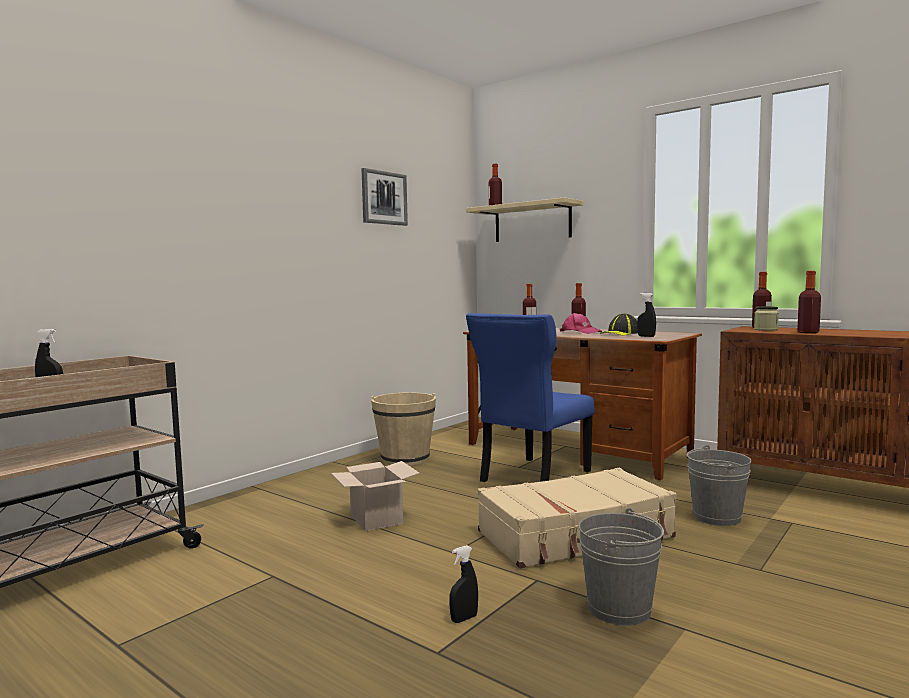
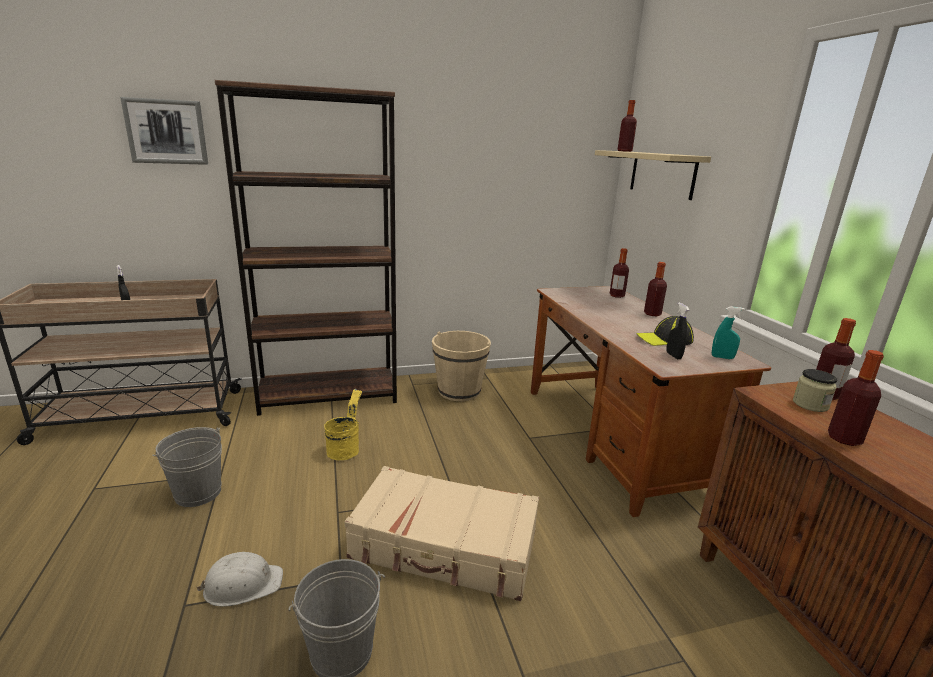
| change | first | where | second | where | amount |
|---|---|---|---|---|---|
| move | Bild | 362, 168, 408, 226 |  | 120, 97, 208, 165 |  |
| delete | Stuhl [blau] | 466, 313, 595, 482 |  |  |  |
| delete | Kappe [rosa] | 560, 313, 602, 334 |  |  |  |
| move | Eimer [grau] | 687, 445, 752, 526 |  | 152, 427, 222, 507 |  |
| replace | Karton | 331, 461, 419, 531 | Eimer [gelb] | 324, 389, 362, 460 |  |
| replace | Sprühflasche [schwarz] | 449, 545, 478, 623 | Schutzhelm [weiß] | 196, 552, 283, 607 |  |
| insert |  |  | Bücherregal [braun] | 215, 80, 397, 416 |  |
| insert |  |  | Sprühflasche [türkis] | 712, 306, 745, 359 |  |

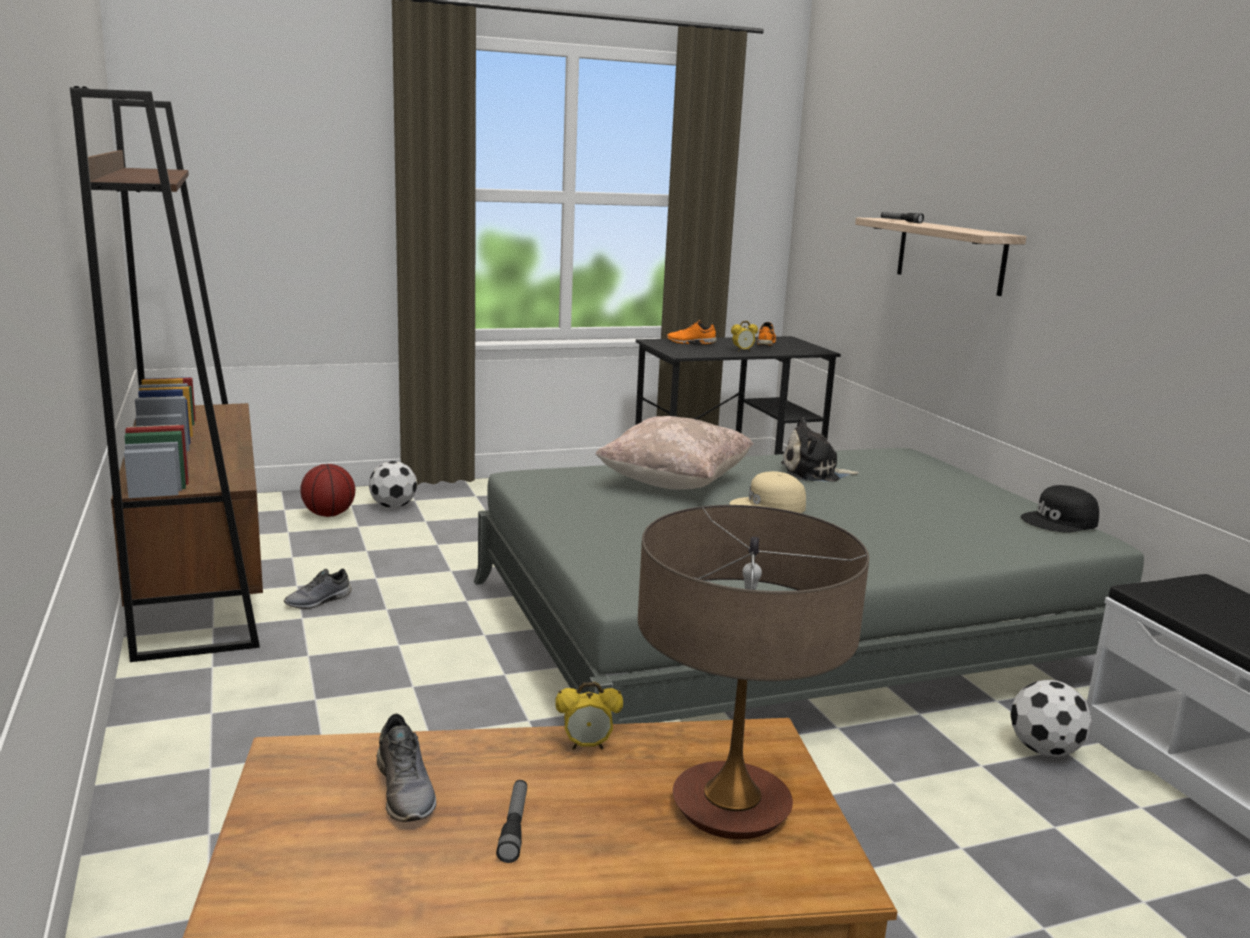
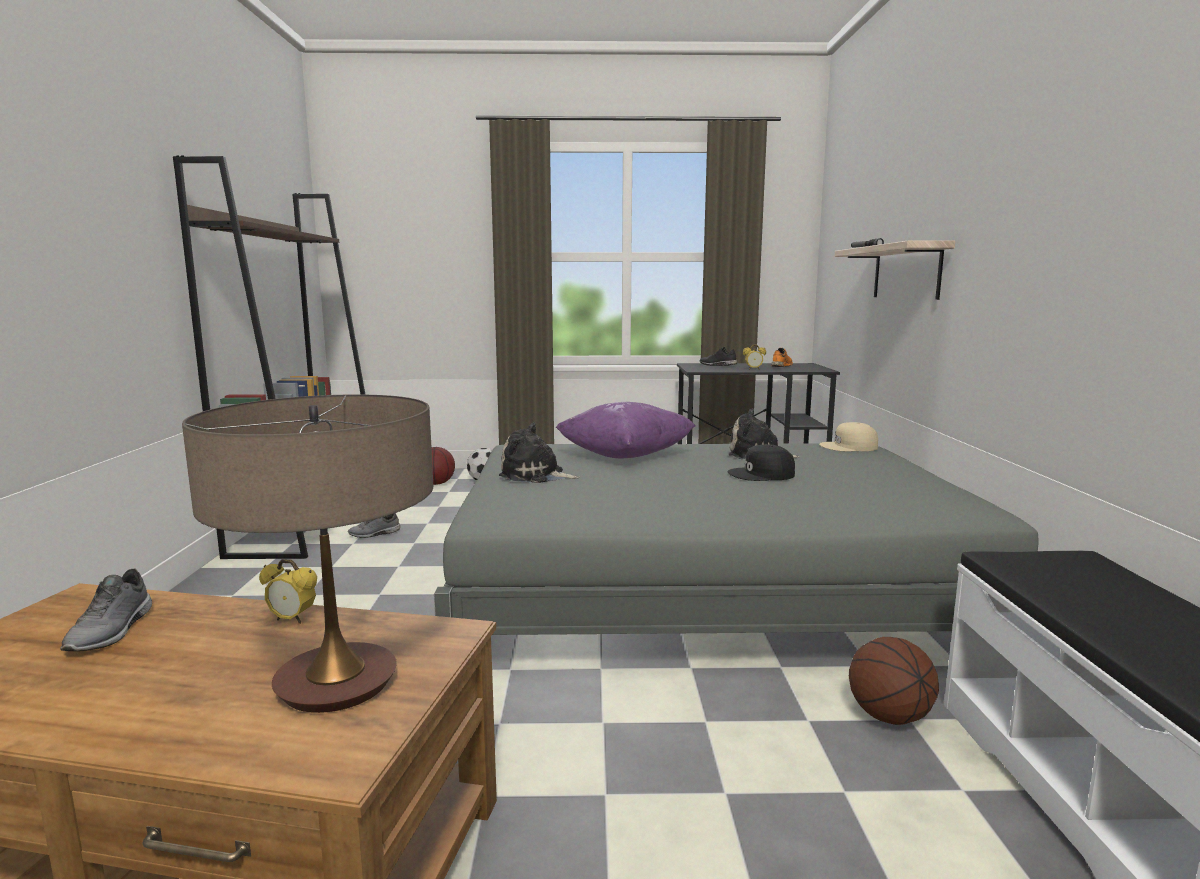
| change | first | where | second | where | amount |
|---|---|---|---|---|---|
| recolor | Schuh [orange] | 667, 320, 717, 345 | Schuh [schwarz] | 700, 347, 737, 366 |  |
| recolor | Kissen [beige] | 595, 416, 754, 489 | Kissen [lila] | 556, 402, 696, 458 |  |
| move | Kappe [beige] | 730, 471, 806, 513 |  | 819, 422, 878, 451 |  |
| move | Kappe [schwarz] | 1020, 485, 1099, 532 |  | 728, 444, 795, 481 |  |
| replace | Fußball | 1010, 680, 1092, 757 | Basketball | 849, 637, 939, 725 |  |
| delete | Taschenlampe | 496, 780, 527, 863 |  |  |  |
| insert |  |  | Plüschtier | 499, 423, 579, 483 |  |

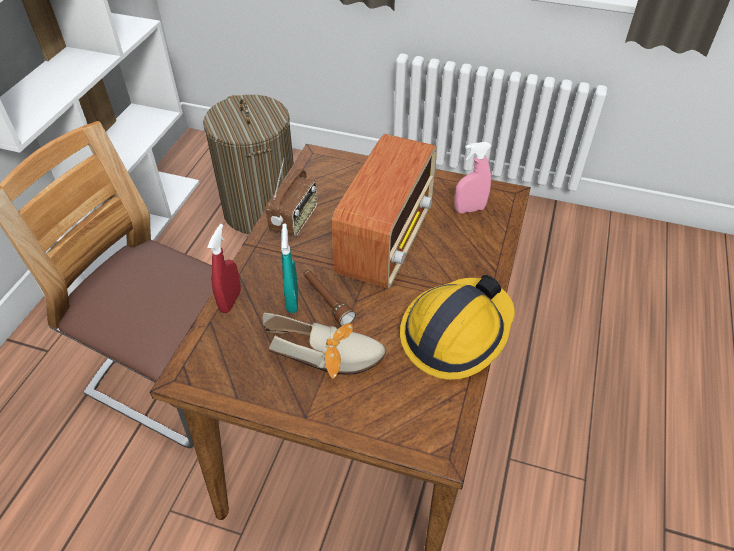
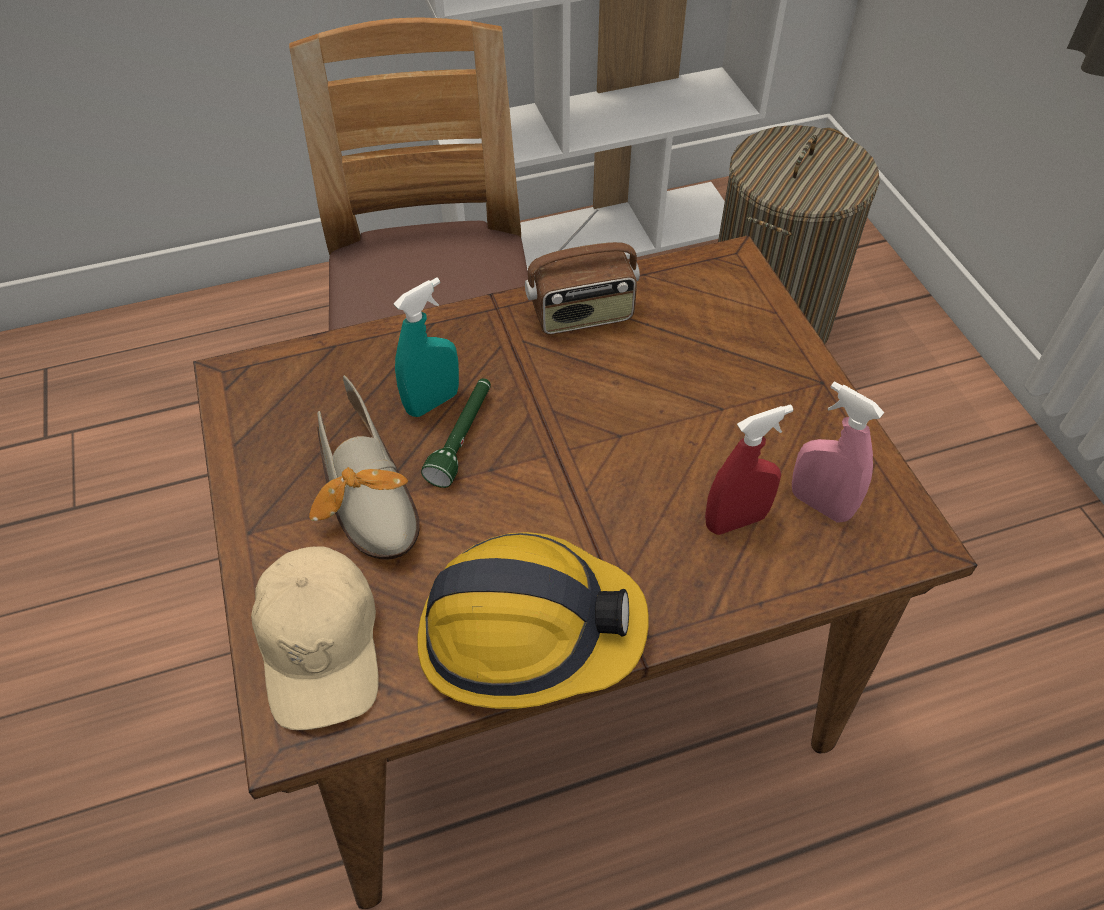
| change | first | where | second | where | amount |
|---|---|---|---|---|---|
| delete | Radio | 332, 134, 437, 289 |  |  |  |
| move | Sprühflasche [rot] | 207, 224, 241, 313 |  | 705, 405, 793, 535 |  |
| recolor | Taschenlampe [braun] | 304, 269, 356, 326 | Taschenlampe [grün] | 421, 378, 491, 488 |  |
| insert |  |  | Kappe [beige] | 251, 546, 378, 730 |  |

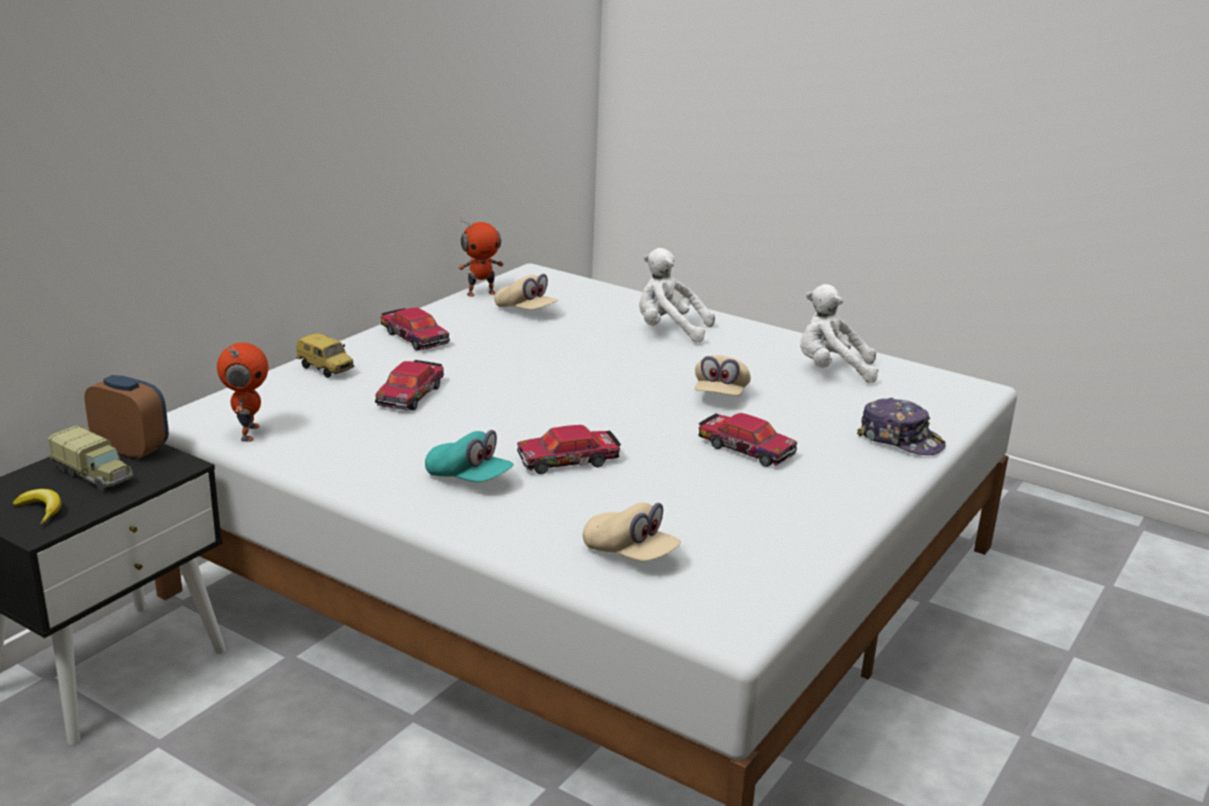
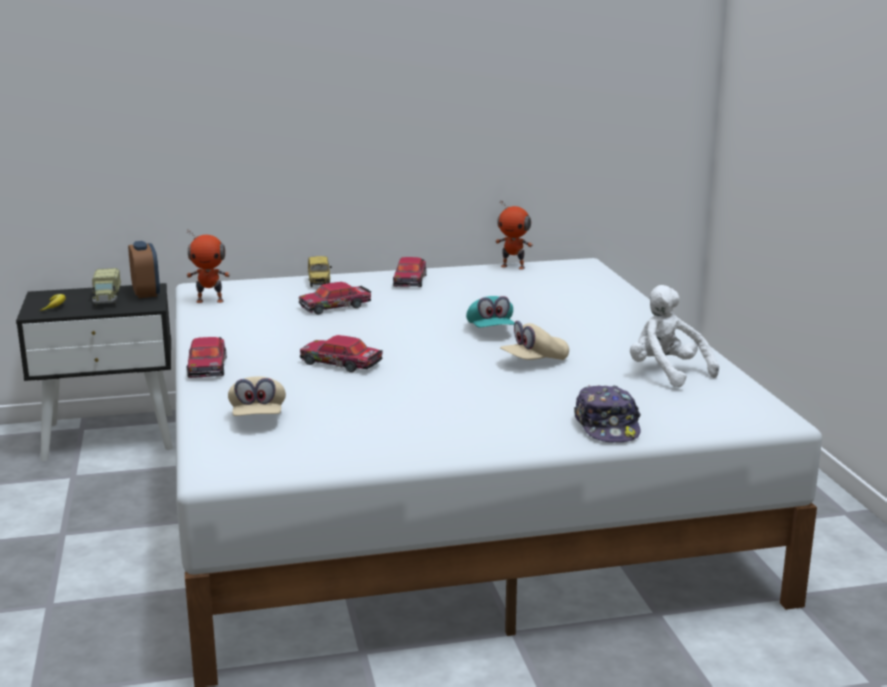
| change | first | where | second | where | amount |
|---|---|---|---|---|---|
| delete | Plüschtier [weiß] | 639, 248, 715, 342 |  |  |  |
| delete | Kappe [beige] | 494, 274, 559, 310 |  |  |  |
| rotate | Spielzeugroboter | 217, 343, 268, 442 |  | 186, 229, 230, 303 | 45 degrees clockwise |
| move | Spielzeugauto | 698, 413, 797, 467 |  | 187, 337, 227, 378 |  |
| move | Kappe [türkis] | 425, 430, 514, 482 |  | 466, 296, 514, 328 |  |

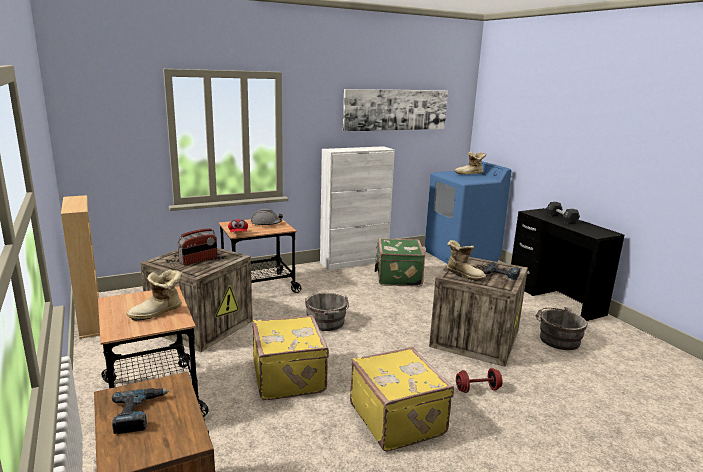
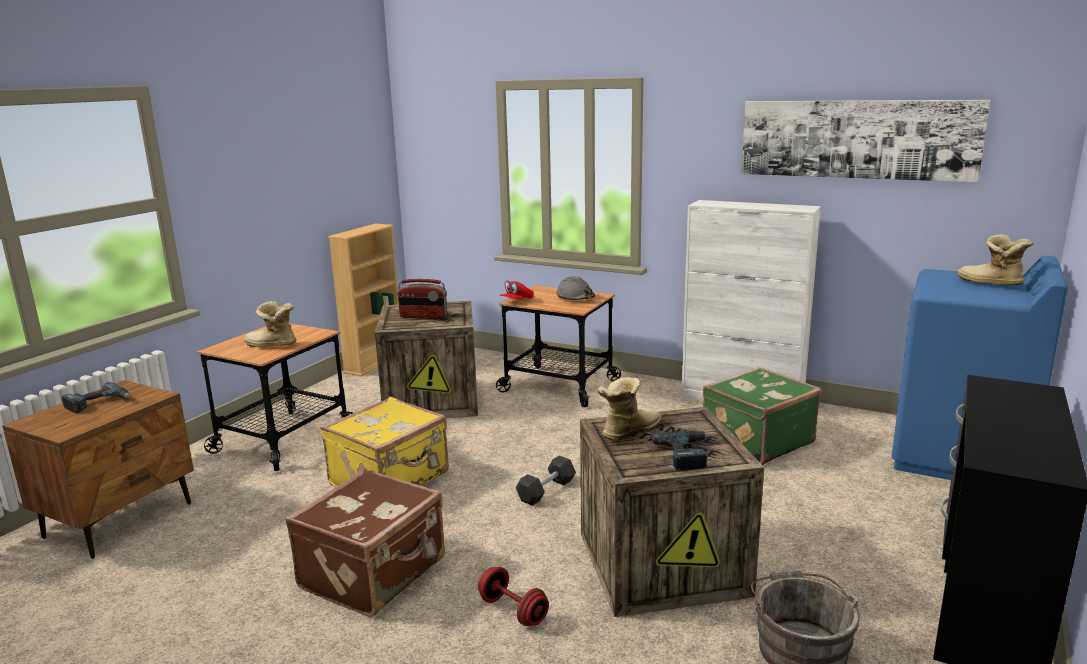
| change | first | where | second | where | amount |
|---|---|---|---|---|---|
| move | Hantel [schwarz] | 546, 202, 580, 224 |  | 515, 456, 576, 506 |  |
| rotate | Stiefel | 446, 240, 486, 281 |  | 597, 377, 661, 441 | 135 degrees counterclockwise |
| delete | Eimer [grau] | 305, 293, 349, 331 |  |  |  |
| recolor | Koffer [gelb] | 350, 347, 454, 452 | Koffer [braun] | 285, 468, 445, 617 |  |

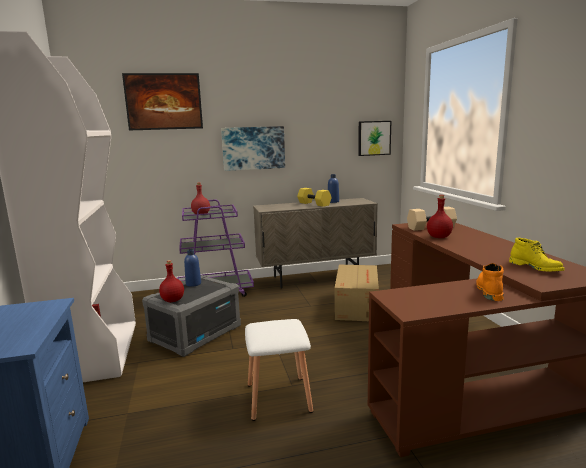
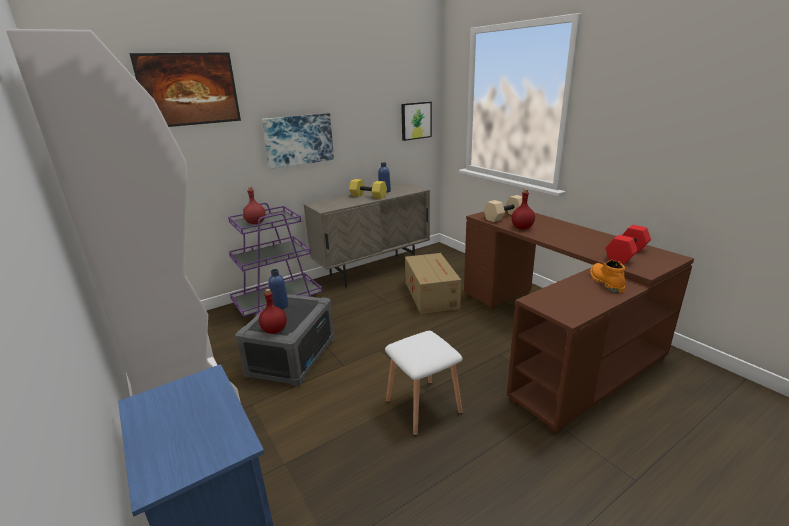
| change | first | where | second | where | amount |
|---|---|---|---|---|---|
| replace | Stiefel [gelb] | 509, 238, 565, 271 | Hantel [rot] | 605, 225, 651, 264 |  |

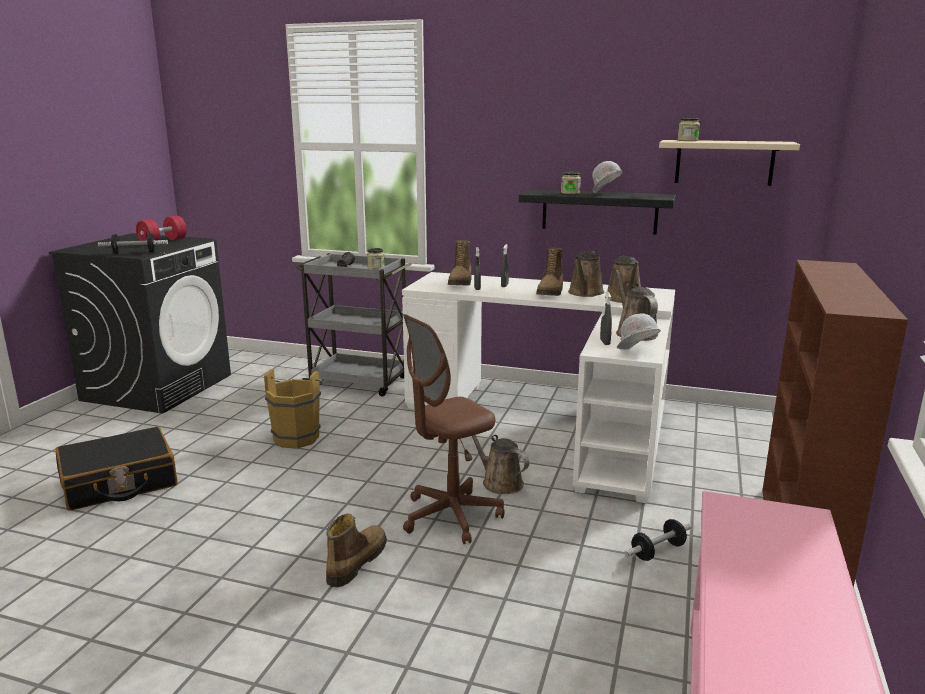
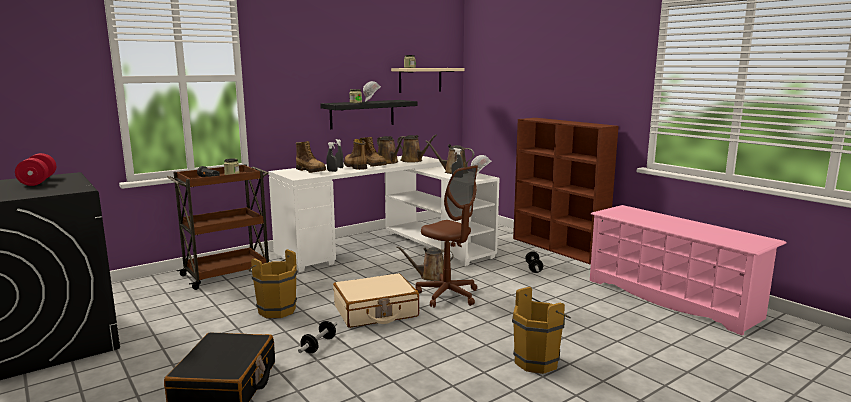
| change | first | where | second | where | amount |
|---|---|---|---|---|---|
| move | Hantel | 98, 233, 168, 254 |  | 298, 321, 337, 353 |  |
| recolor | Rollwagen [grau] | 296, 253, 412, 397 | Rollwagen [braun] | 167, 164, 269, 290 |  |
| rotate | Bürostuhl [braun] | 403, 314, 505, 544 |  | 416, 165, 478, 308 | 45 degrees counterclockwise |
| move | Stiefel | 326, 514, 387, 587 |  | 344, 139, 367, 170 |  |
| insert |  |  | Koffer [beige] | 333, 273, 419, 328 |  |
| insert |  |  | Eimer [braun] | 512, 287, 571, 374 |  |

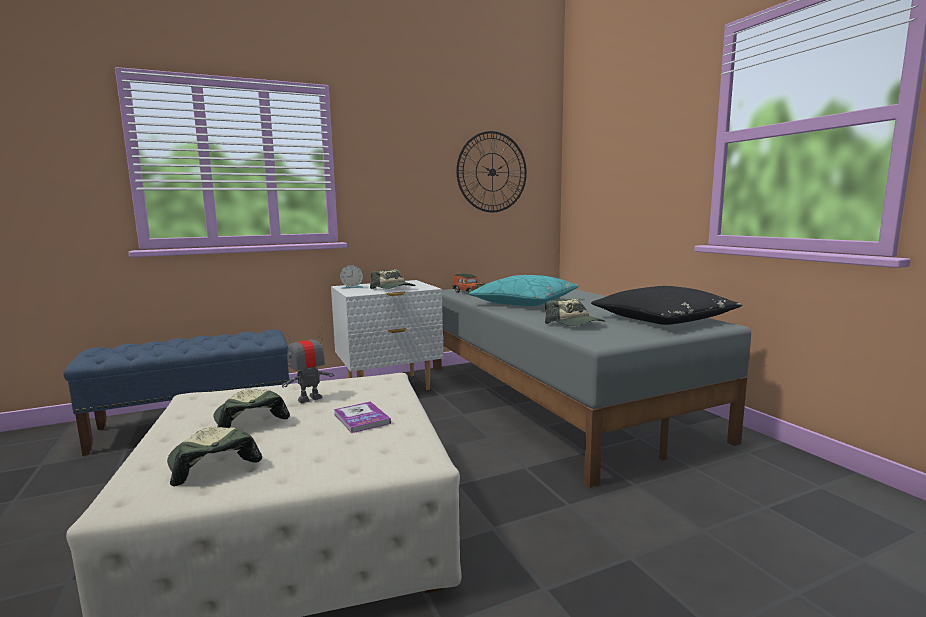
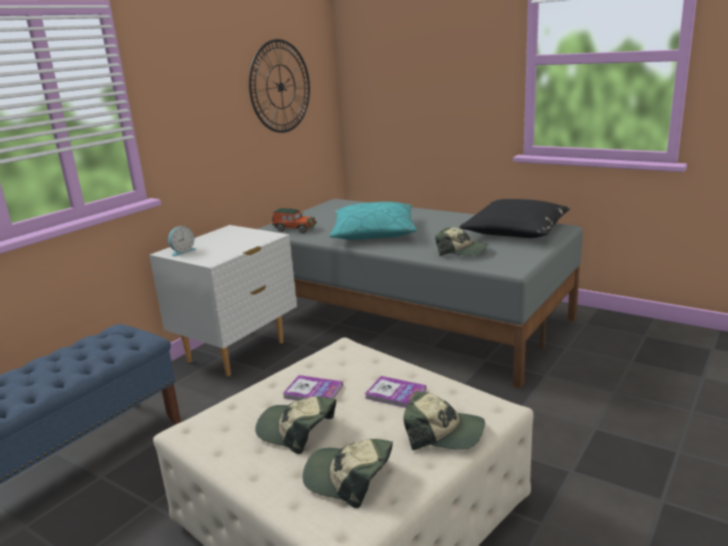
| change | first | where | second | where | amount |
|---|---|---|---|---|---|
| move | Kappe | 370, 269, 416, 289 |  | 403, 391, 485, 450 |  |
| replace | Spielzeugroboter | 282, 326, 334, 403 | Buch | 282, 375, 343, 400 |  |

